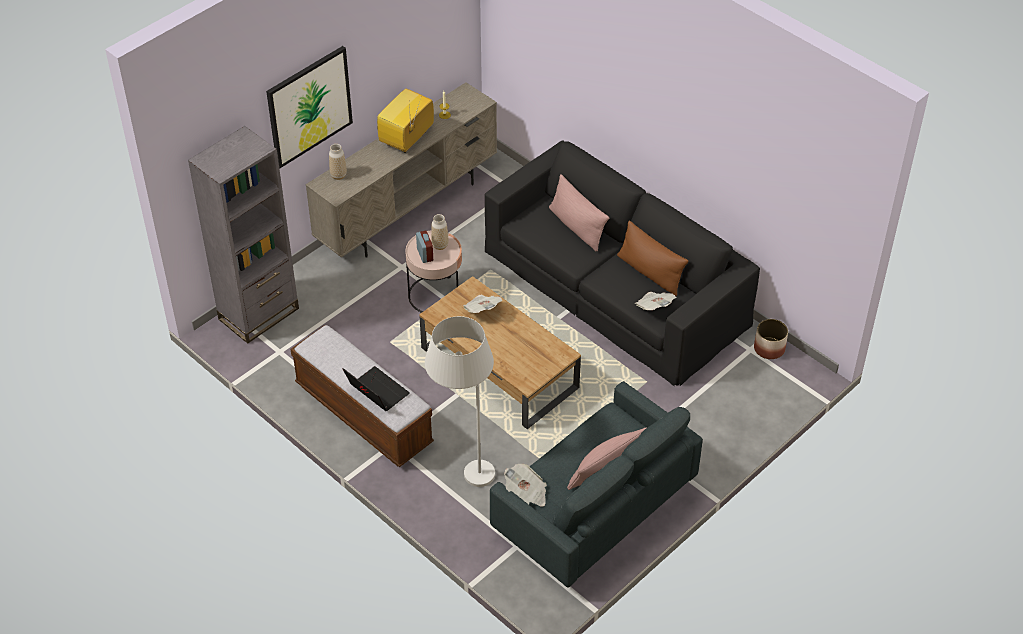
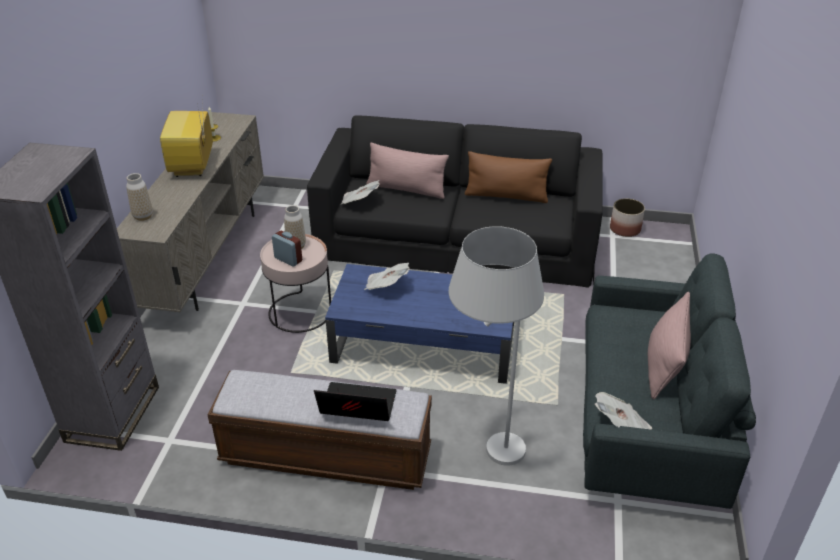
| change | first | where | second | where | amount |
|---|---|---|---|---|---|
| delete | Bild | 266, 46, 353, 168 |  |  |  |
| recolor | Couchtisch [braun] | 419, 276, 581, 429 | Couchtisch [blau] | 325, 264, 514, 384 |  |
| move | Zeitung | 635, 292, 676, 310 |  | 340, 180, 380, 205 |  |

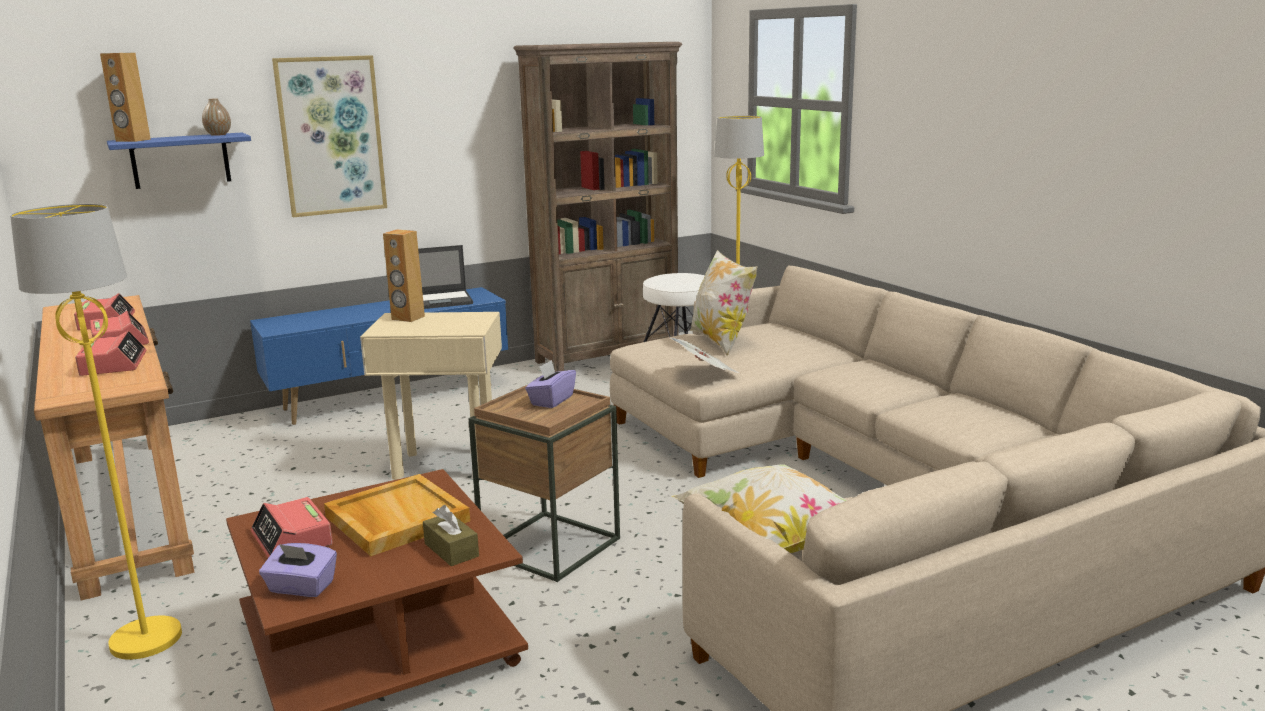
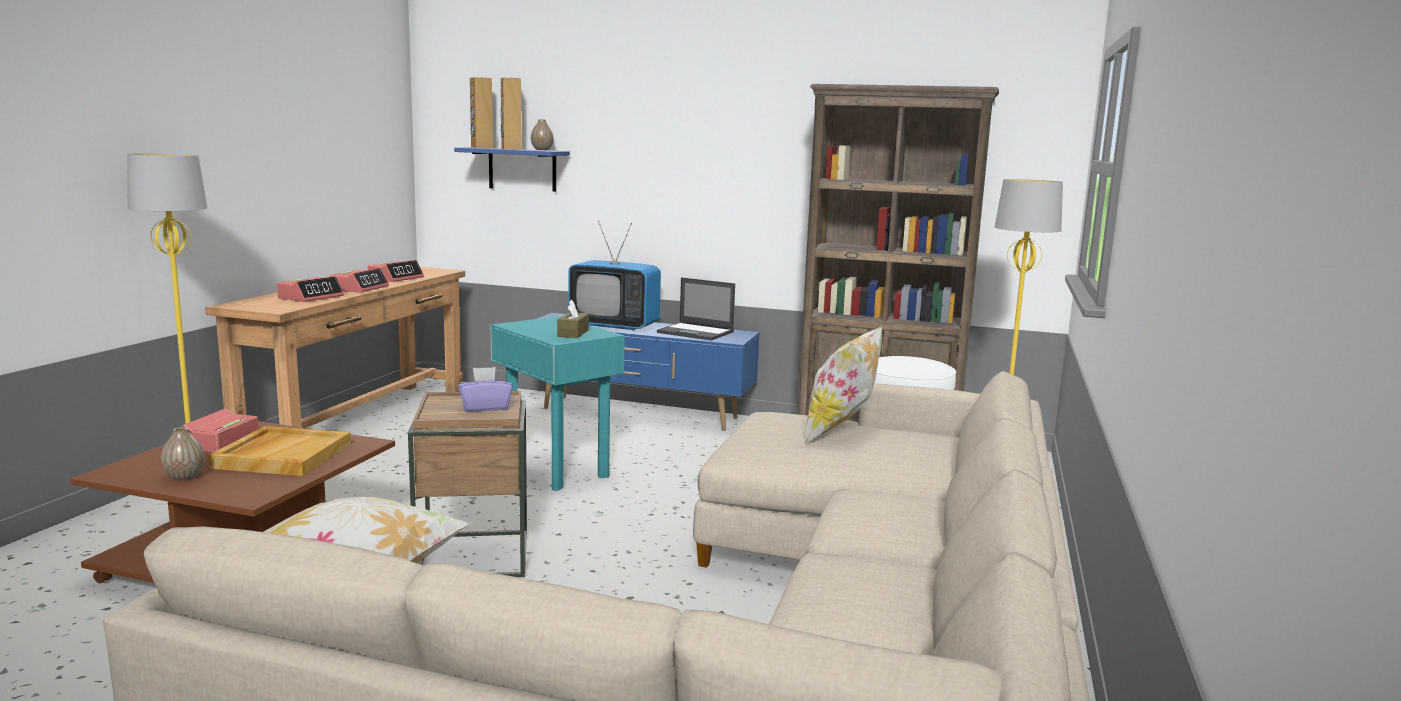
| change | first | where | second | where | amount |
|---|---|---|---|---|---|
| delete | Bild | 272, 55, 387, 217 |  |  |  |
| move | Lautsprecher [braun] | 383, 229, 425, 322 |  | 501, 77, 522, 150 |  |
| recolor | Beistelltisch [beige] | 360, 312, 502, 480 | Beistelltisch [türkis] | 490, 316, 625, 491 |  |
| delete | Zeitung | 670, 338, 739, 373 |  |  |  |
| move | Taschentuchbox [braun] | 423, 505, 479, 566 |  | 557, 300, 589, 338 |  |
| delete | Taschentuchbox [lila] | 259, 543, 337, 597 |  |  |  |
| insert |  |  | Fernseher | 569, 221, 661, 331 |  |
| insert |  |  | Vase | 161, 427, 204, 480 |  |

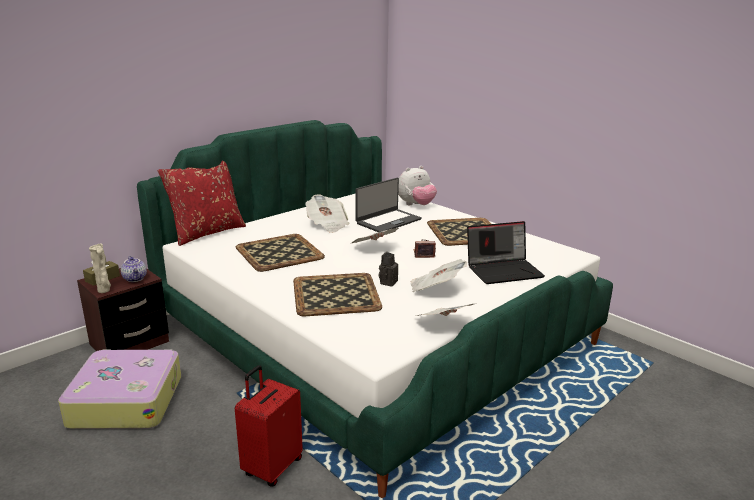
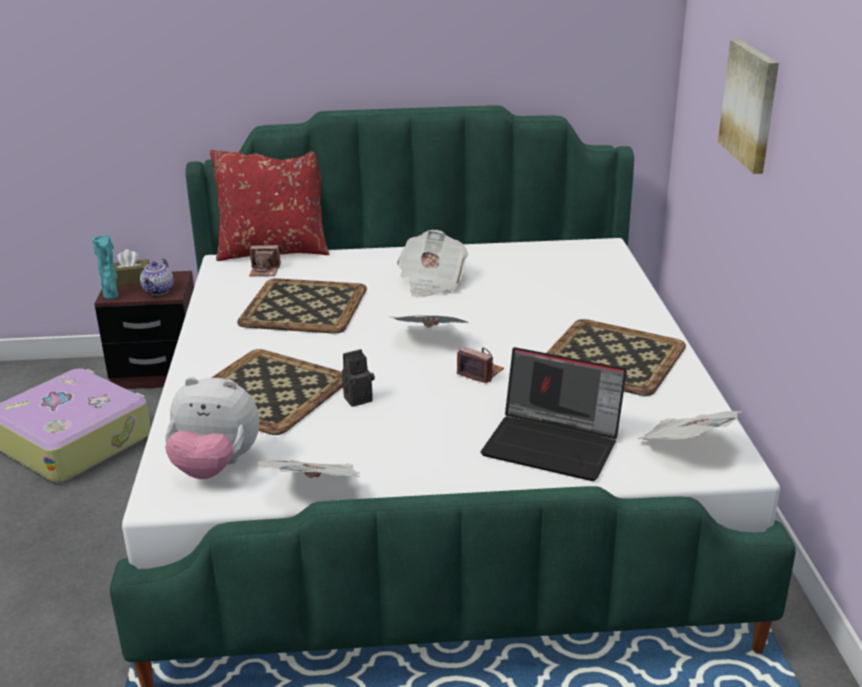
| change | first | where | second | where | amount |
|---|---|---|---|---|---|
| move | Plüschtier | 398, 166, 437, 205 |  | 165, 377, 260, 479 |  |
| delete | Laptop | 355, 178, 422, 232 |  |  |  |
| recolor | Vase [beige] | 89, 243, 111, 293 | Vase [türkis] | 92, 235, 118, 299 |  |
| move | Zeitung | 410, 259, 467, 292 |  | 638, 411, 743, 440 |  |
| delete | Koffer [rot] | 235, 365, 303, 487 |  |  |  |
| insert |  |  | Bild | 718, 39, 779, 174 |  |
| insert |  |  | Kamera | 249, 245, 281, 276 |  |

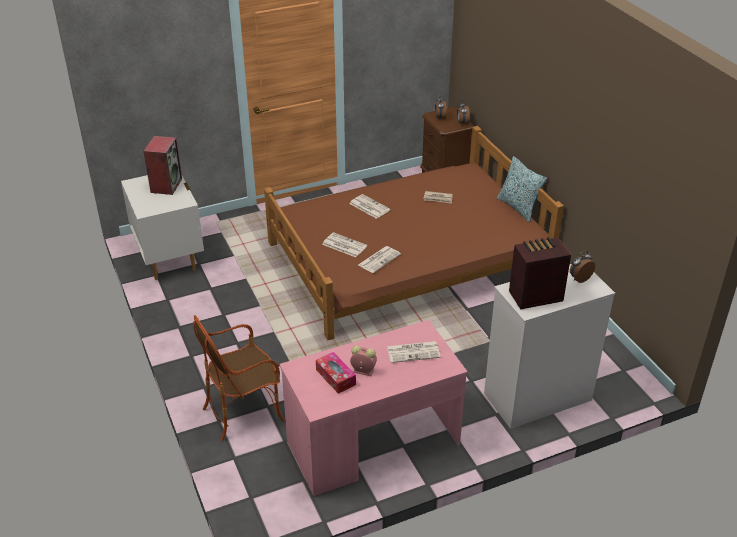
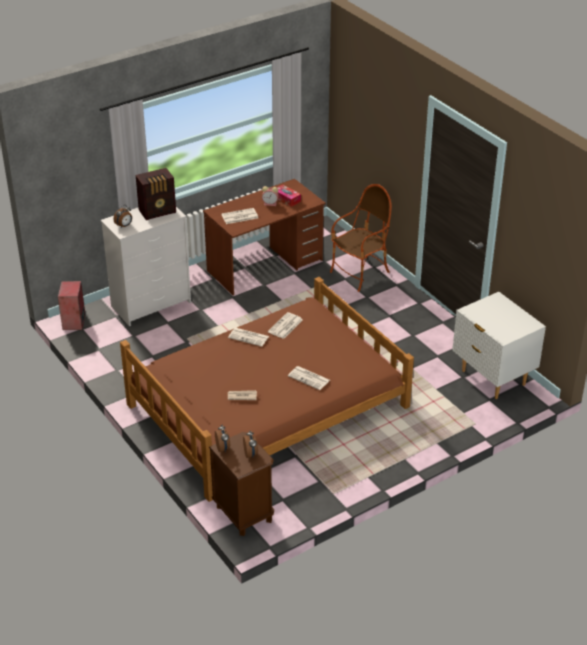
| change | first | where | second | where | amount |
|---|---|---|---|---|---|
| move | Lautsprecher | 144, 136, 182, 195 |  | 58, 281, 85, 330 |  |
| delete | Kissen | 497, 156, 547, 222 |  |  |  |
| move | Zeitung | 322, 232, 367, 257 |  | 228, 328, 269, 347 |  |
| recolor | Schreibtisch [rosa] | 280, 320, 468, 496 | Schreibtisch [braun] | 203, 179, 326, 295 |  |

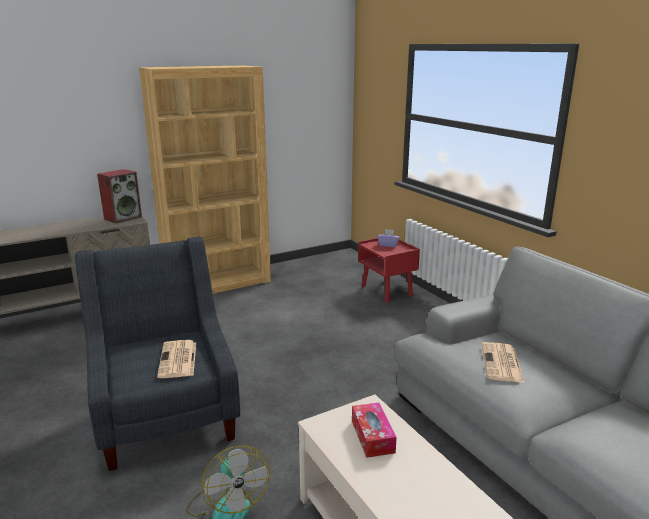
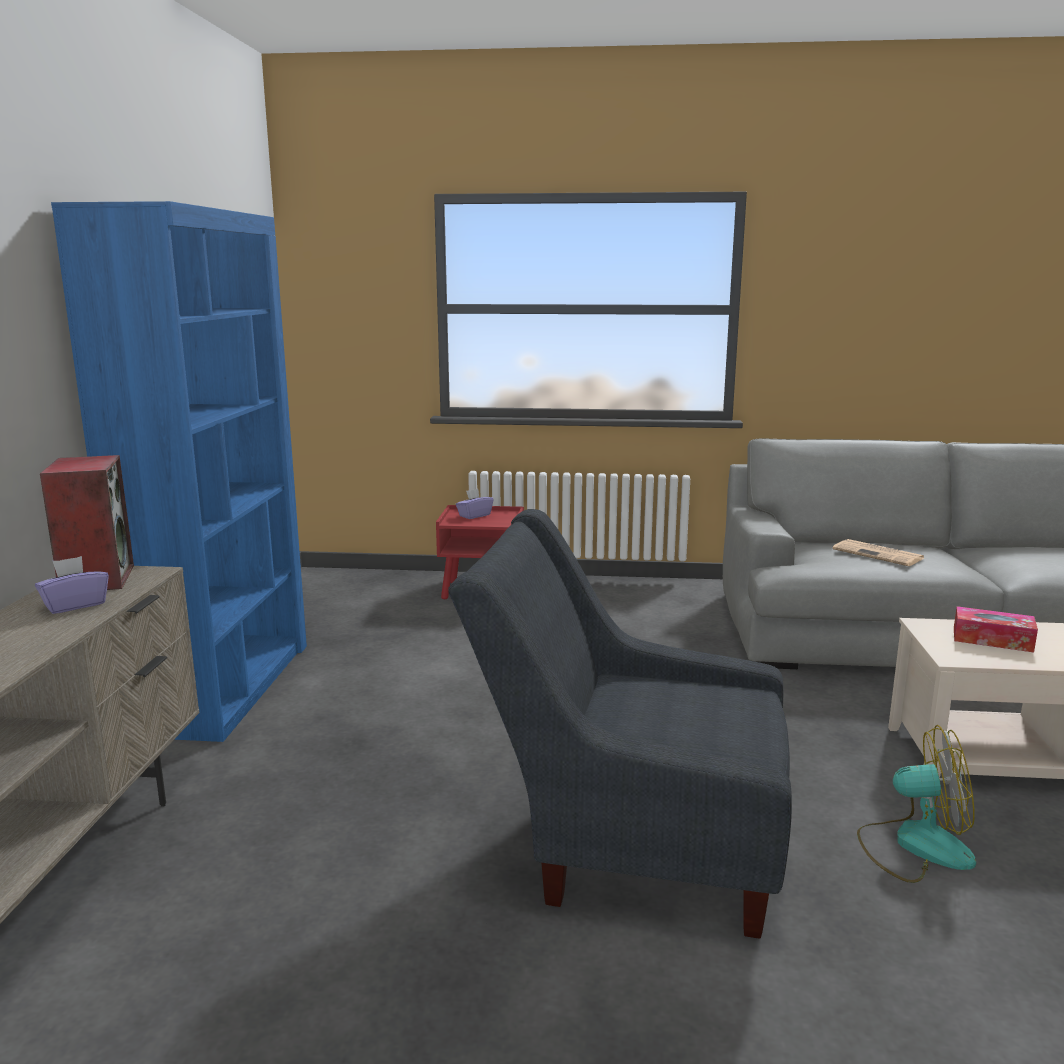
| change | first | where | second | where | amount |
|---|---|---|---|---|---|
| recolor | Bücherregal [braun] | 139, 65, 271, 294 | Bücherregal [blau] | 51, 201, 307, 742 |  |
| delete | Zeitung | 157, 340, 196, 378 |  |  |  |
| insert |  |  | Taschentuchbox [lila] | 35, 556, 109, 614 |  |

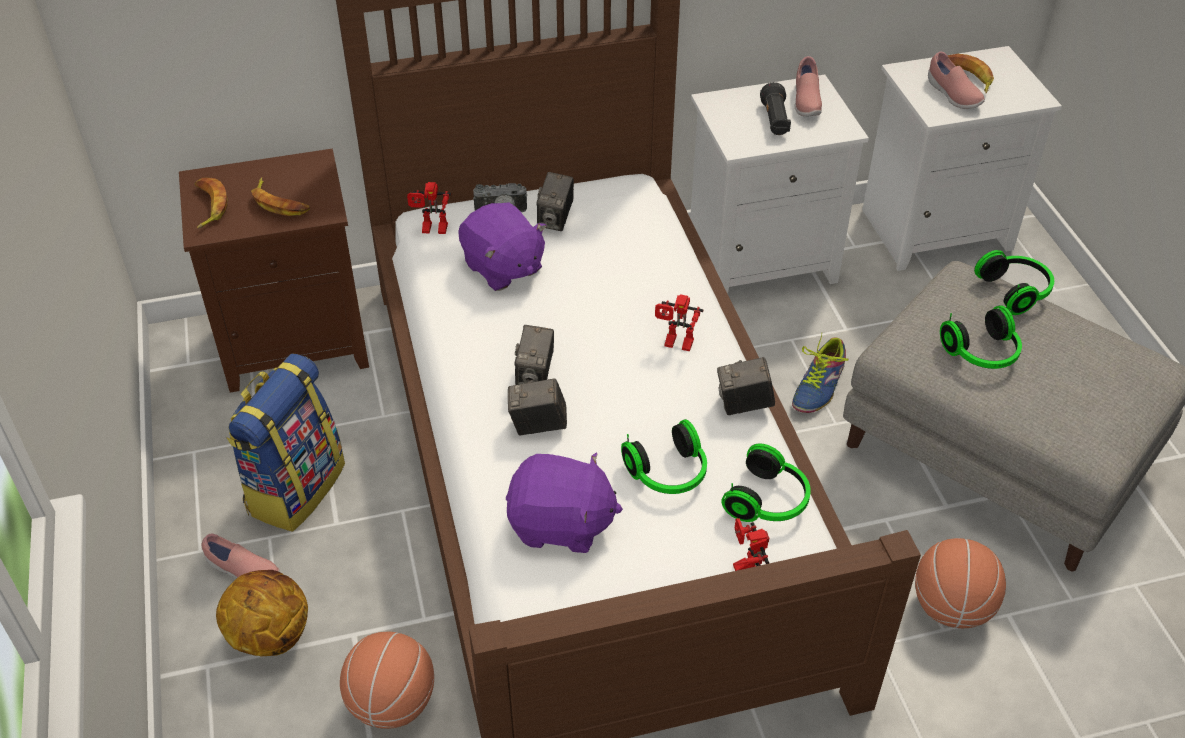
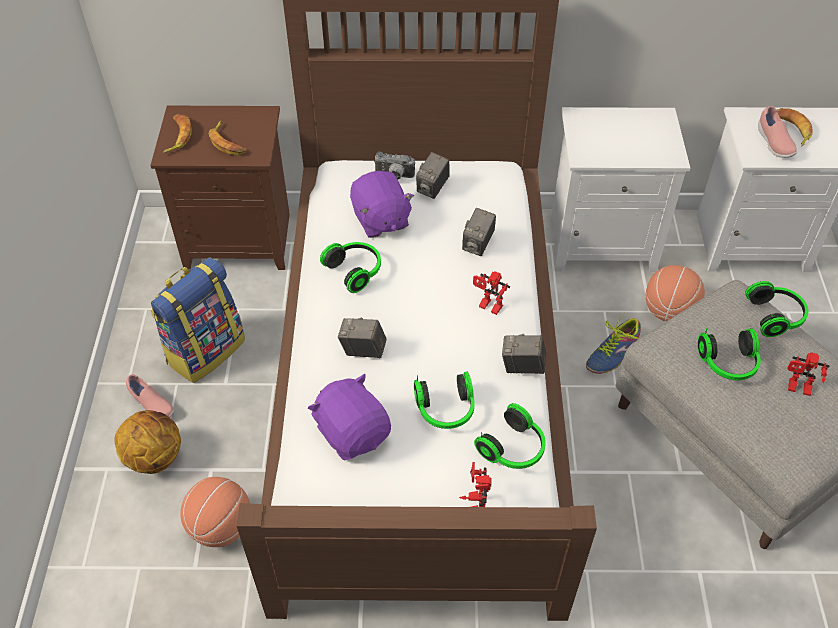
| change | first | where | second | where | amount |
|---|---|---|---|---|---|
| delete | Schuh [rosa] | 794, 56, 822, 117 |  |  |  |
| delete | Taschenlampe [schwarz] | 760, 82, 791, 135 |  |  |  |
| move | Spielzeugroboter | 407, 182, 451, 234 |  | 787, 352, 829, 396 |  |
| move | Kamera | 514, 325, 554, 385 |  | 462, 208, 496, 256 |  |
| rotate | Plüschtier [lila] | 506, 452, 623, 553 |  | 308, 374, 391, 460 | 150 degrees counterclockwise |
| move | Basketball | 915, 538, 1006, 628 |  | 646, 265, 705, 322 |  |
| insert |  |  | Kopfhörer | 320, 242, 381, 293 |  |

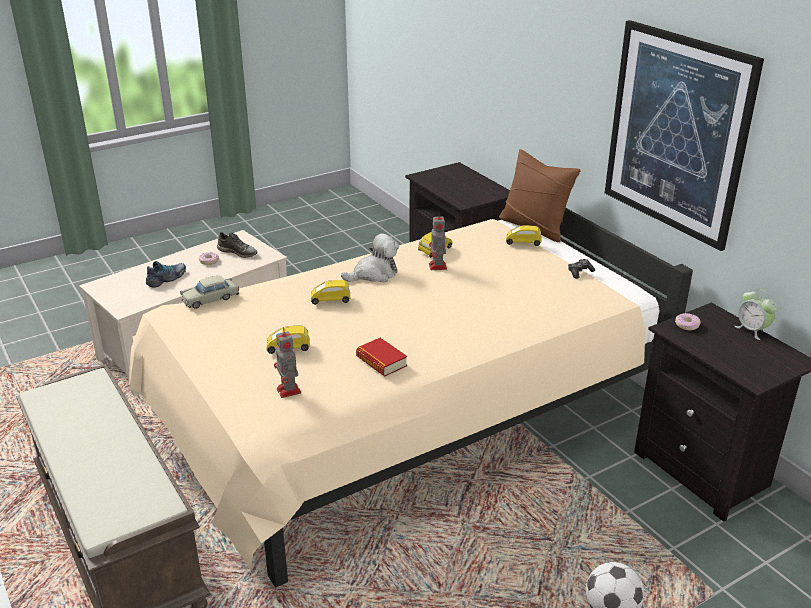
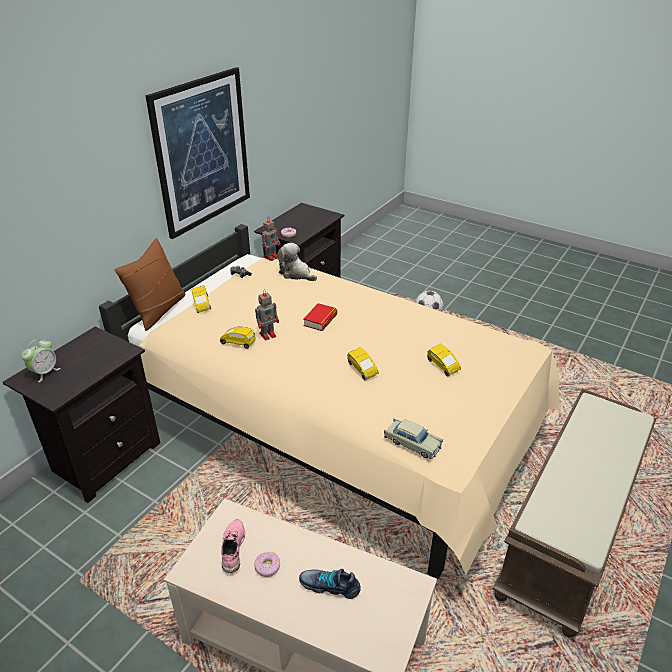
| change | first | where | second | where | amount |
|---|---|---|---|---|---|
| recolor | Schuh [grau] | 217, 232, 258, 258 | Schuh [rosa] | 221, 519, 245, 573 |  |
| move | Plüschtier | 341, 233, 399, 282 |  | 277, 243, 317, 281 |  |
| move | Wecker | 735, 289, 777, 340 |  | 21, 340, 60, 382 |  |
| move | Spielzeugroboter | 274, 327, 301, 398 |  | 262, 218, 280, 261 |  |
| move | Buch | 356, 338, 407, 376 |  | 303, 303, 337, 331 |  |

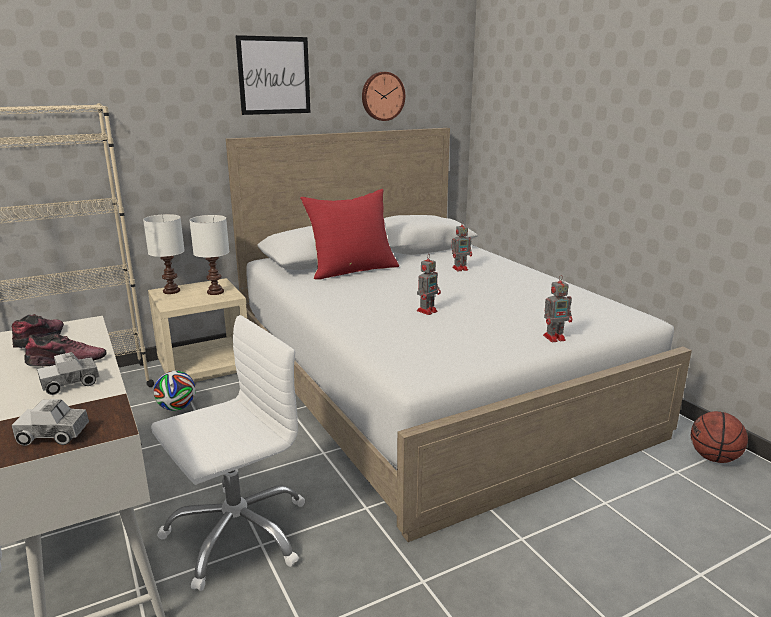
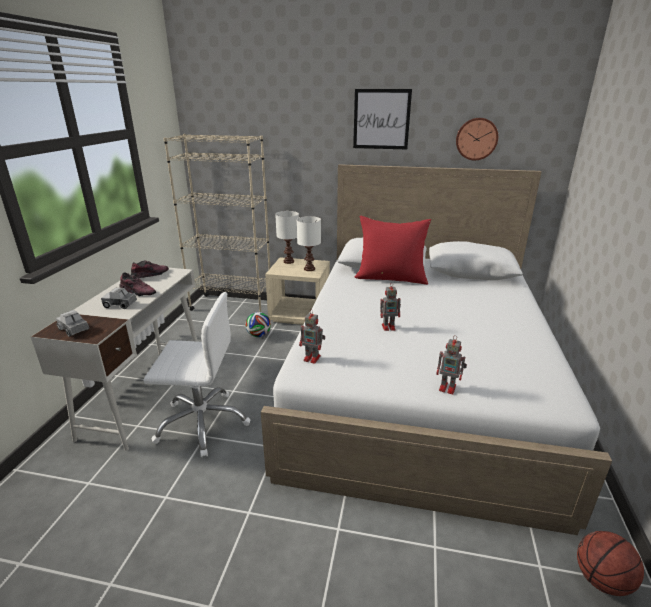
| change | first | where | second | where | amount |
|---|---|---|---|---|---|
| move | Spielzeugroboter | 452, 221, 472, 271 |  | 299, 309, 325, 364 |  |

